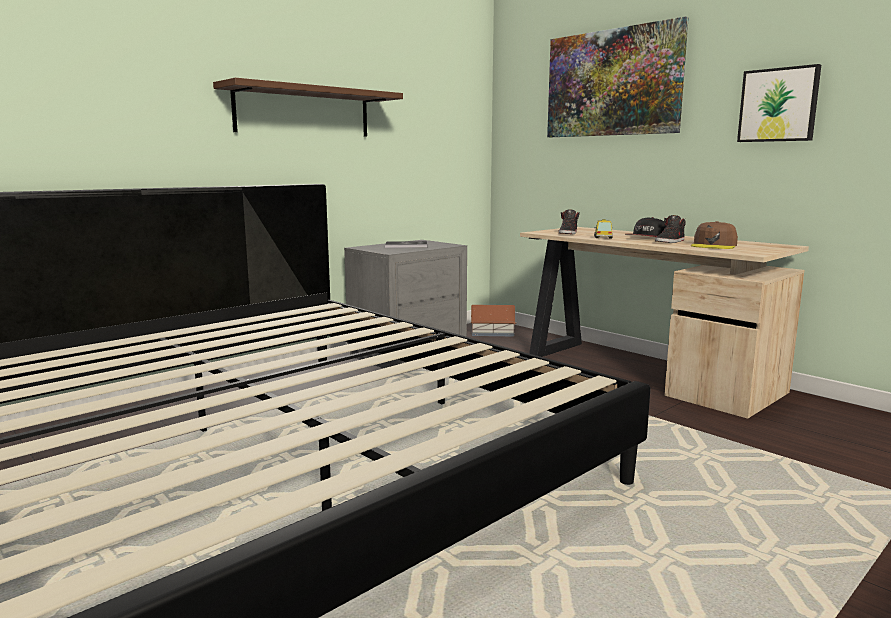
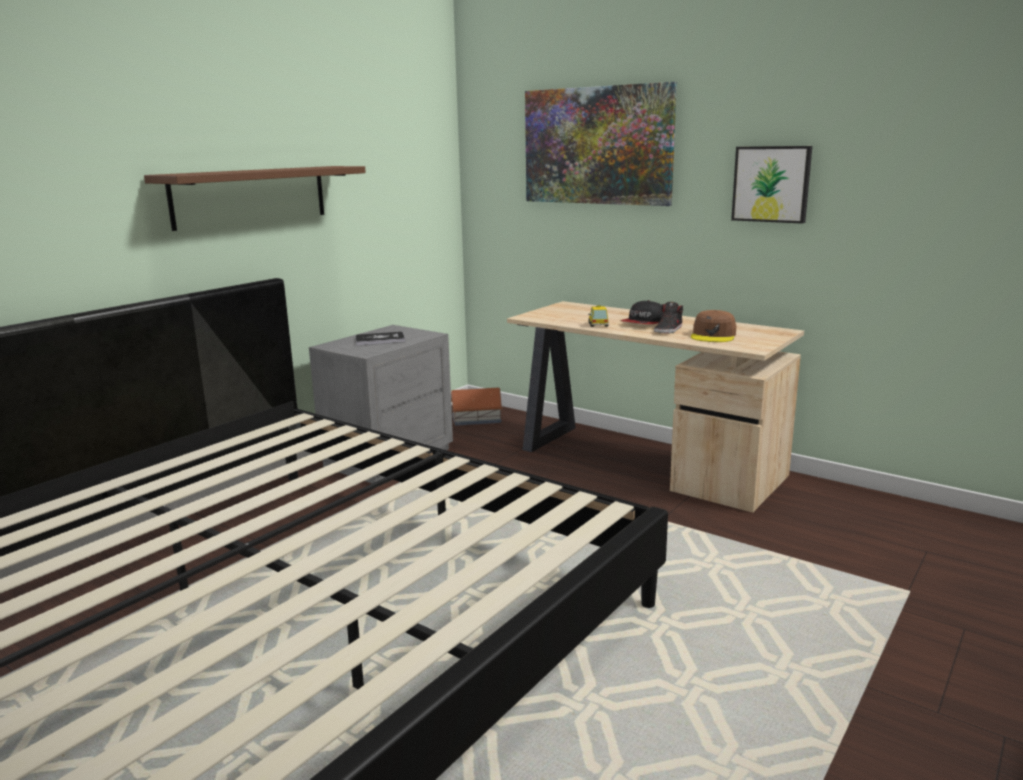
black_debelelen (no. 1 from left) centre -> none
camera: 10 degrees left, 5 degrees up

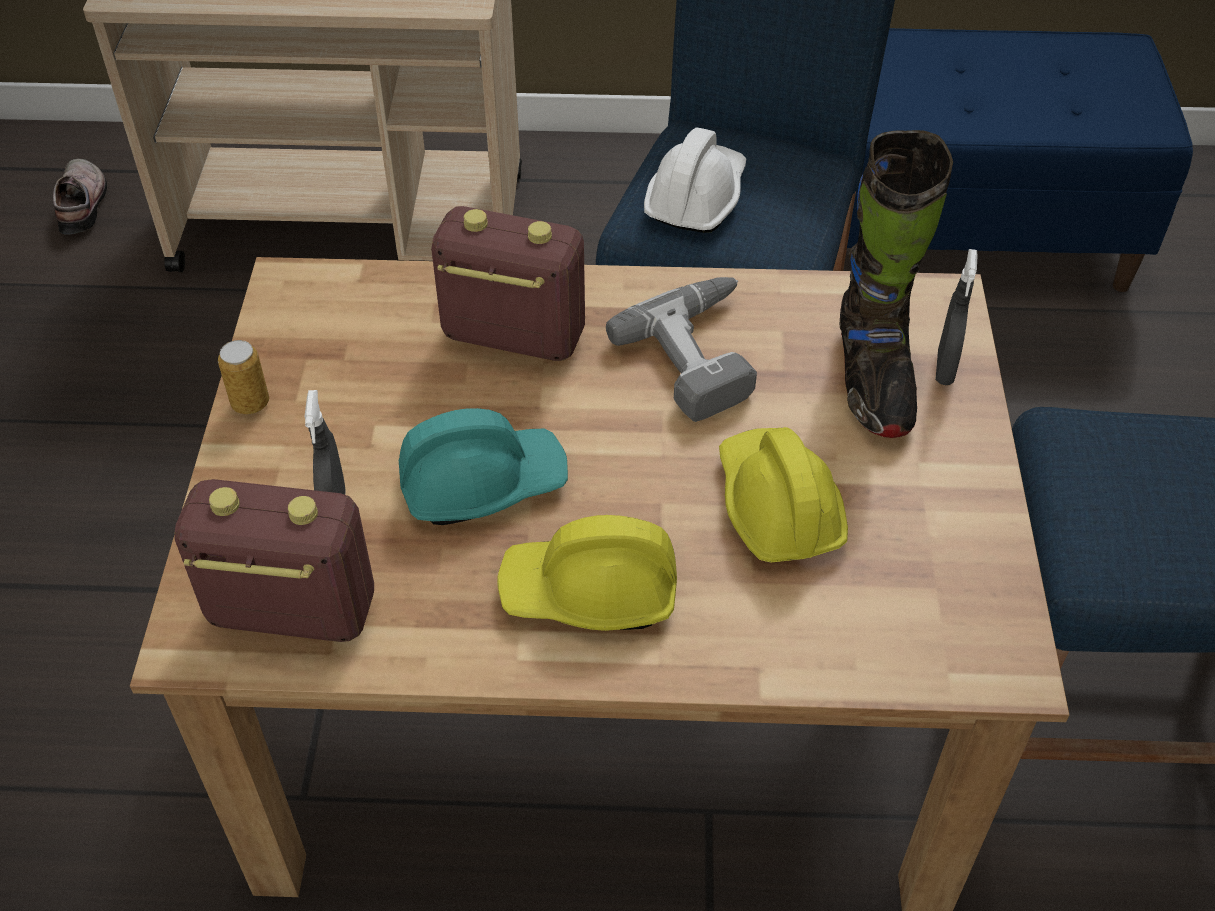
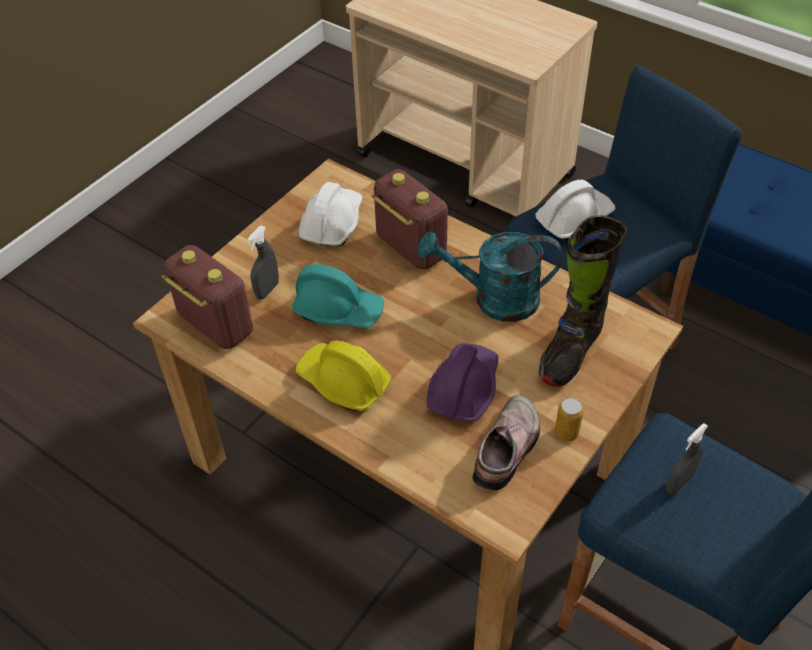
debelelen top left -> debelelen bottom centre, shifted
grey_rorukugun (no. 2 from left) middle right -> grey_rorukugun (no. 2 from left) bottom right, shifted
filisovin centre -> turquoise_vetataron centre
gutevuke middle left -> gutevuke middle right, shifted
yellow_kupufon (no. 2 from left) centre -> purple_kupufon centre
none -> white_kupufon (no. 1 from left) top centre
camera: 35 degrees right, 0 degrees up

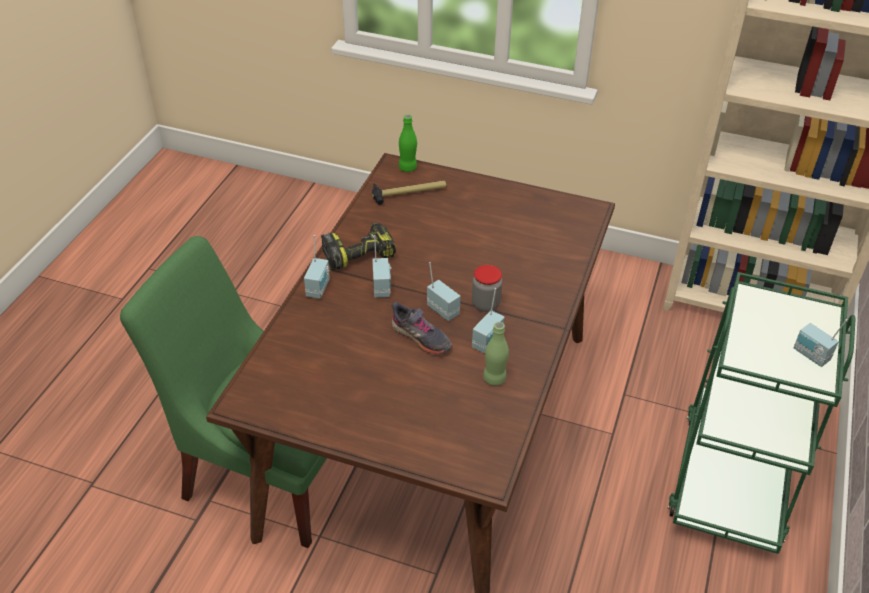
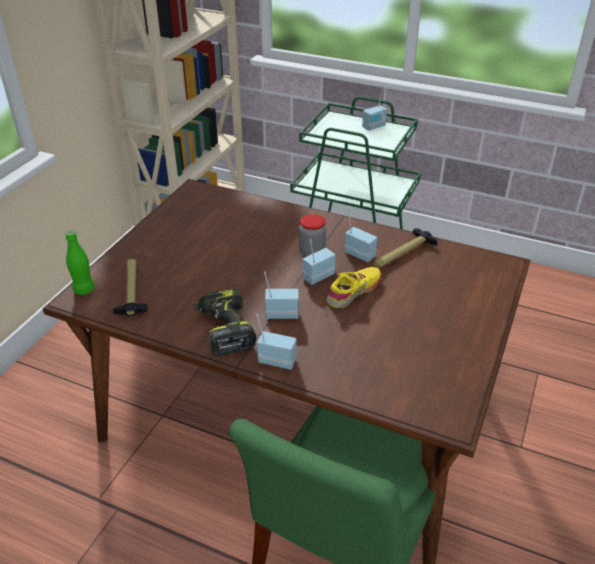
grey_debelelen centre -> yellow_debelelen centre
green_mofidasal (no. 2 from left) centre -> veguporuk (no. 2 from left) middle right
camera: 85 degrees left, 5 degrees down

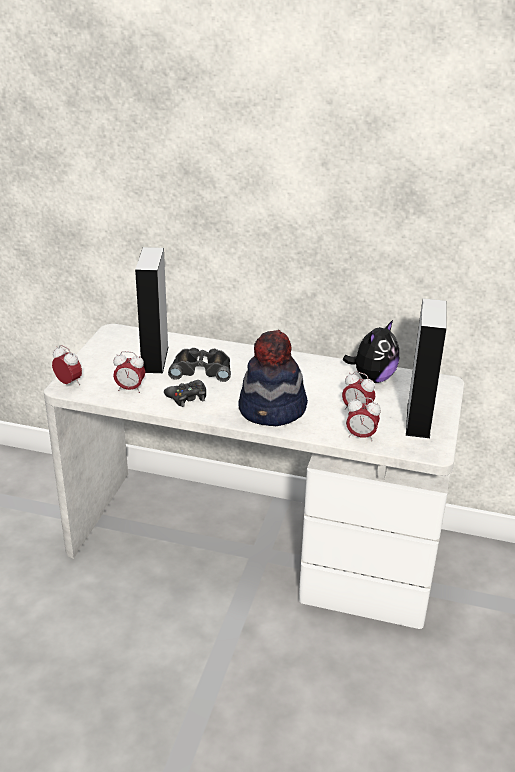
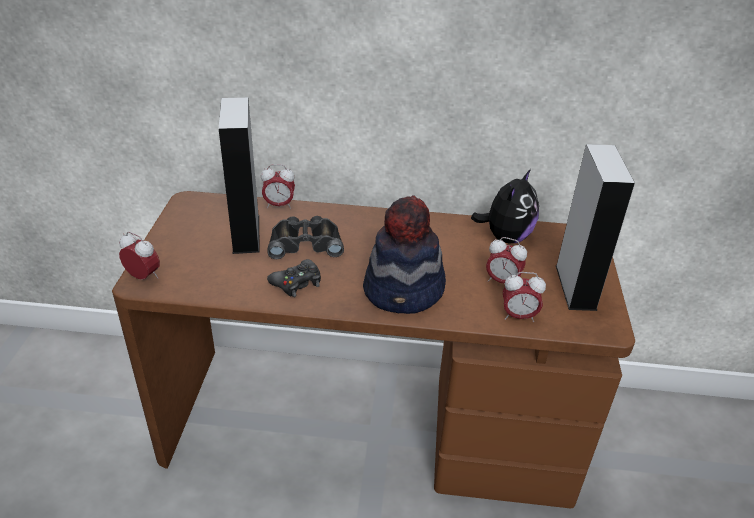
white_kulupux centre -> brown_kulupux bottom centre
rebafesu (no. 2 from left) middle left -> rebafesu (no. 2 from left) centre, shifted
camera: 10 degrees left, 5 degrees up

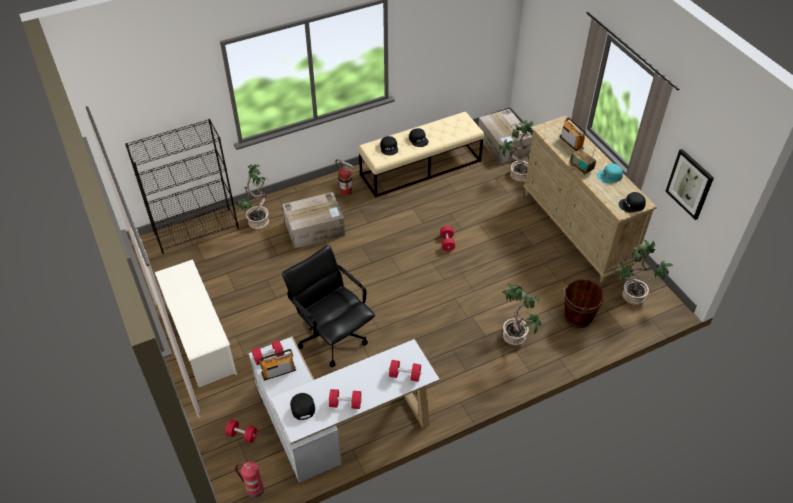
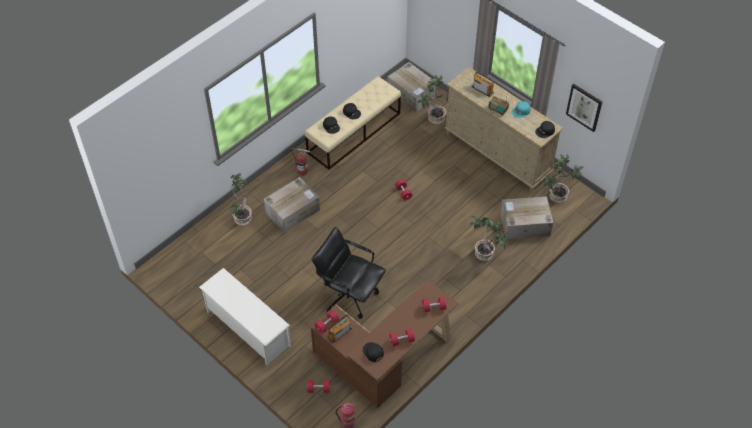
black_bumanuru middle left -> none
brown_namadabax middle right -> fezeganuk (no. 3 from left) middle right
white_kulupux bottom centre -> brown_kulupux bottom centre
camera: 20 degrees left, 5 degrees up

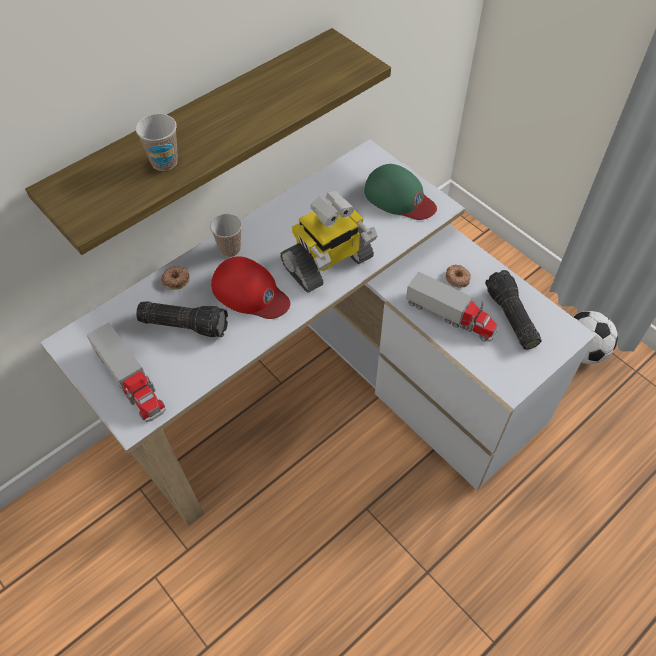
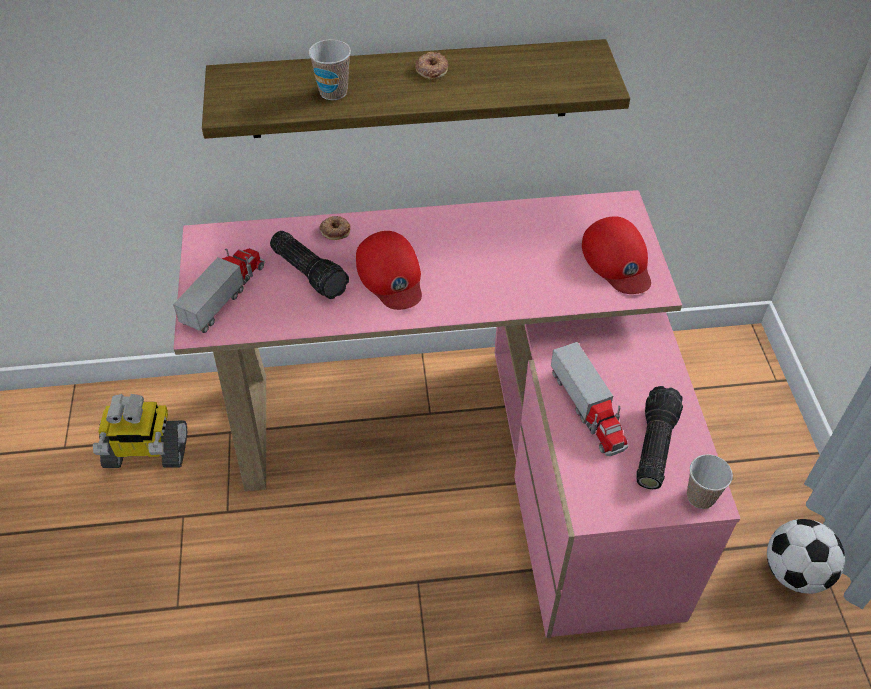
white_kulupux centre -> pink_kulupux centre
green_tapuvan top centre -> red_tapuvan (no. 2 from left) middle right
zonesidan centre -> zonesidan middle left, shifted
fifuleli (no. 2 from left) centre -> fifuleli (no. 2 from left) bottom right, shifted
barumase (no. 2 from left) middle right -> barumase (no. 2 from left) top centre, shifted
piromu (no. 1 from left) middle left, 150 degrees counterclockwise
camera: 35 degrees right, 5 degrees down

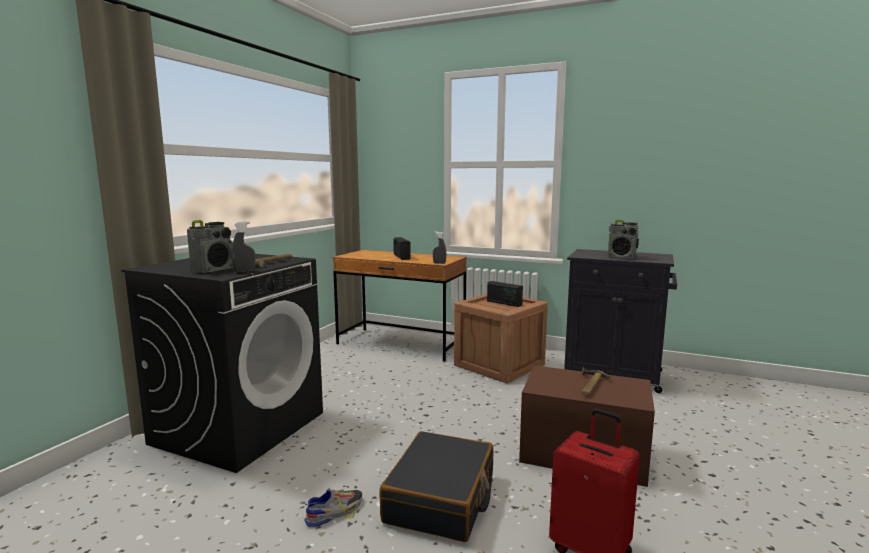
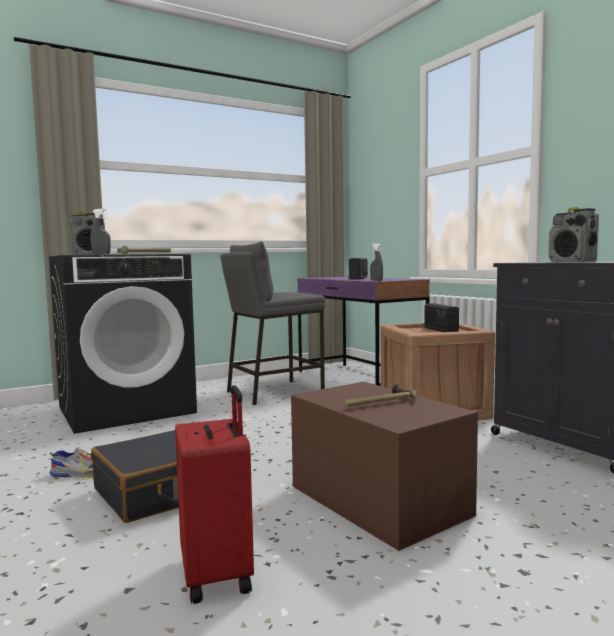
brown_kulupux centre -> purple_kulupux centre
none -> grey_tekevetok centre
camera: 35 degrees right, 5 degrees down

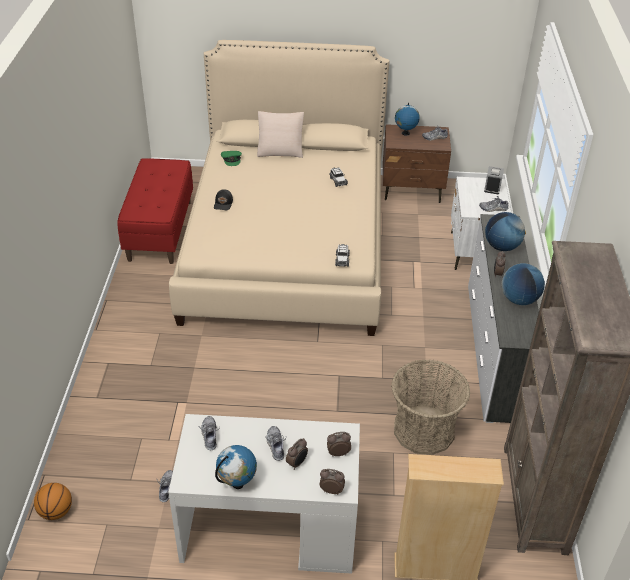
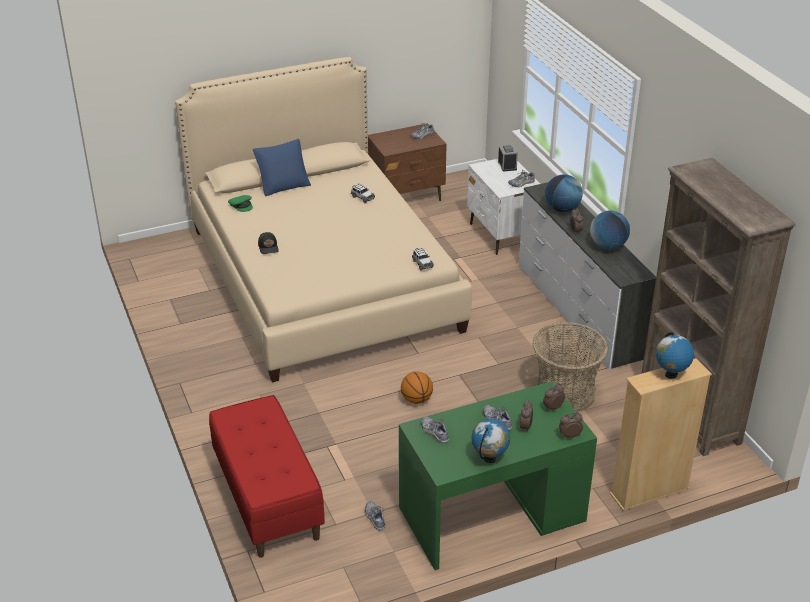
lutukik (no. 2 from left in the first image) top centre -> lutukik (no. 4 from left) middle right, shifted
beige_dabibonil top centre -> blue_dabibonil top centre
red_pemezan middle left -> red_pemezan bottom left, shifted
white_kulupux bottom centre -> green_kulupux bottom centre
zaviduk bottom left -> zaviduk centre, shifted
camera: 25 degrees left, 5 degrees down

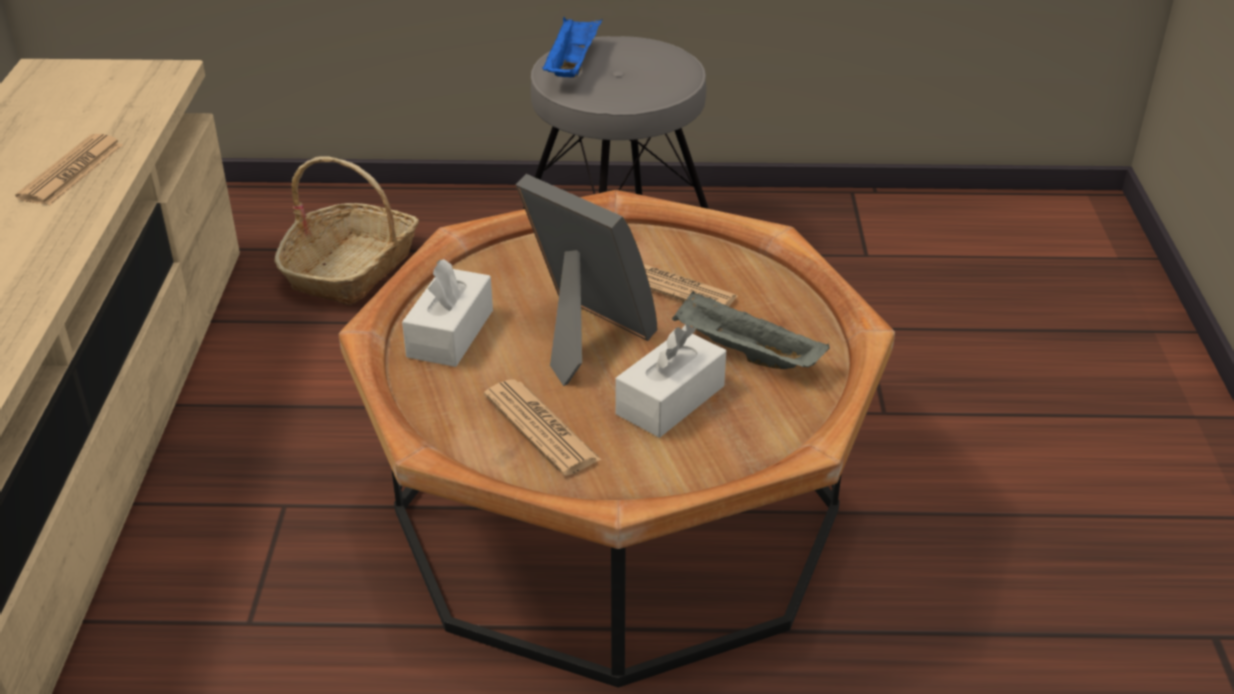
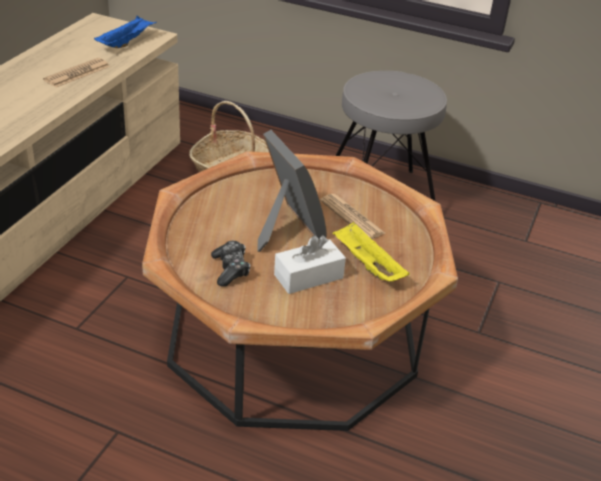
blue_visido top centre -> blue_visido top left, shifted
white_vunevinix (no. 1 from left) centre -> none
grey_visido centre -> yellow_visido centre
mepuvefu (no. 2 from left) centre -> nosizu centre
camera: 20 degrees right, 0 degrees up

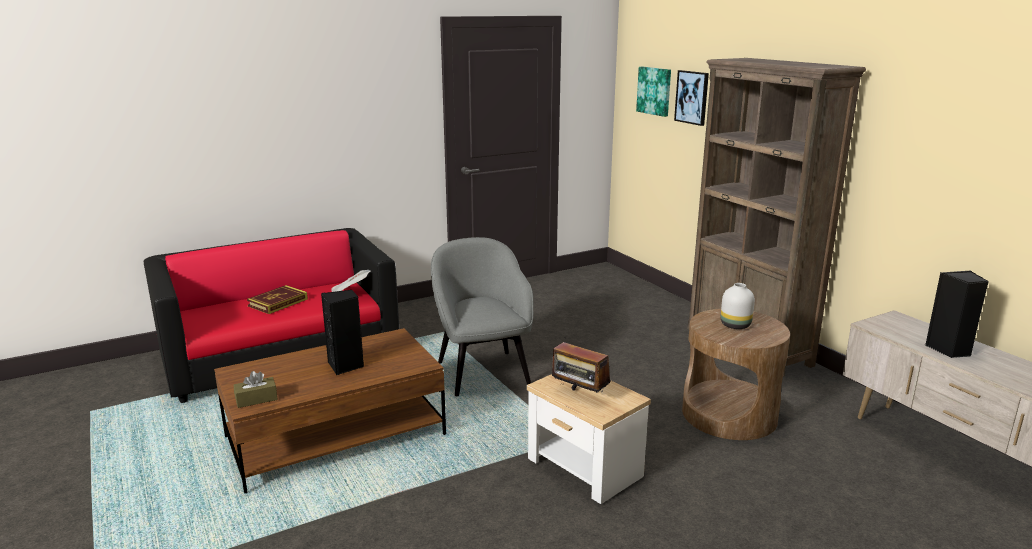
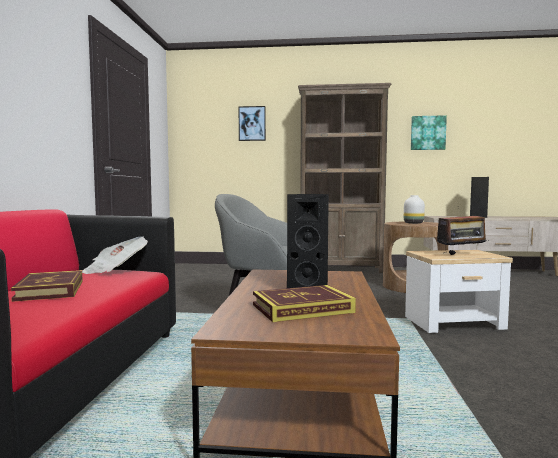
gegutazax (no. 1 from left in the first image) top centre -> gegutazax (no. 2 from left) top right, shifted
brown_vunevinix bottom left -> none
none -> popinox (no. 2 from left) centre
camera: 55 degrees left, 15 degrees down

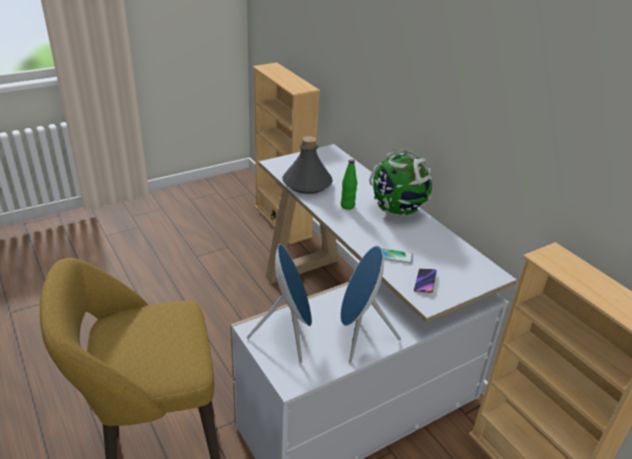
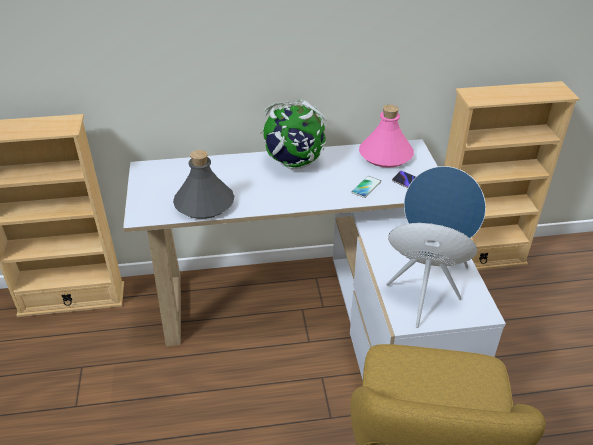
green_mofidasal centre -> none
none -> pink_mofidasal top centre
camera: 65 degrees left, 5 degrees up

